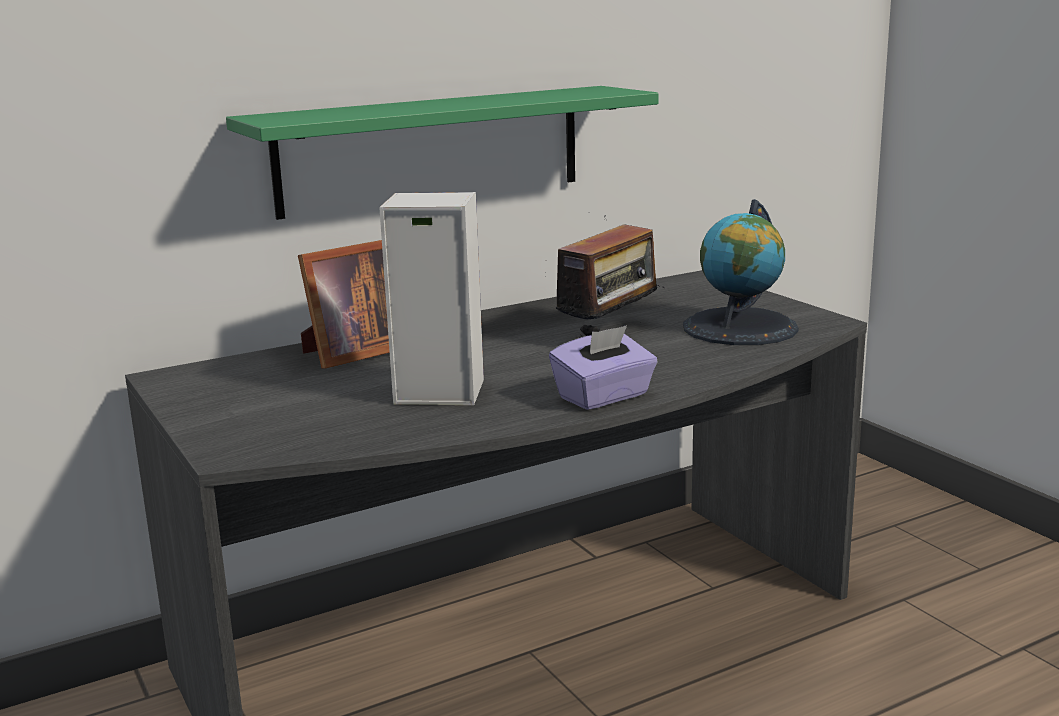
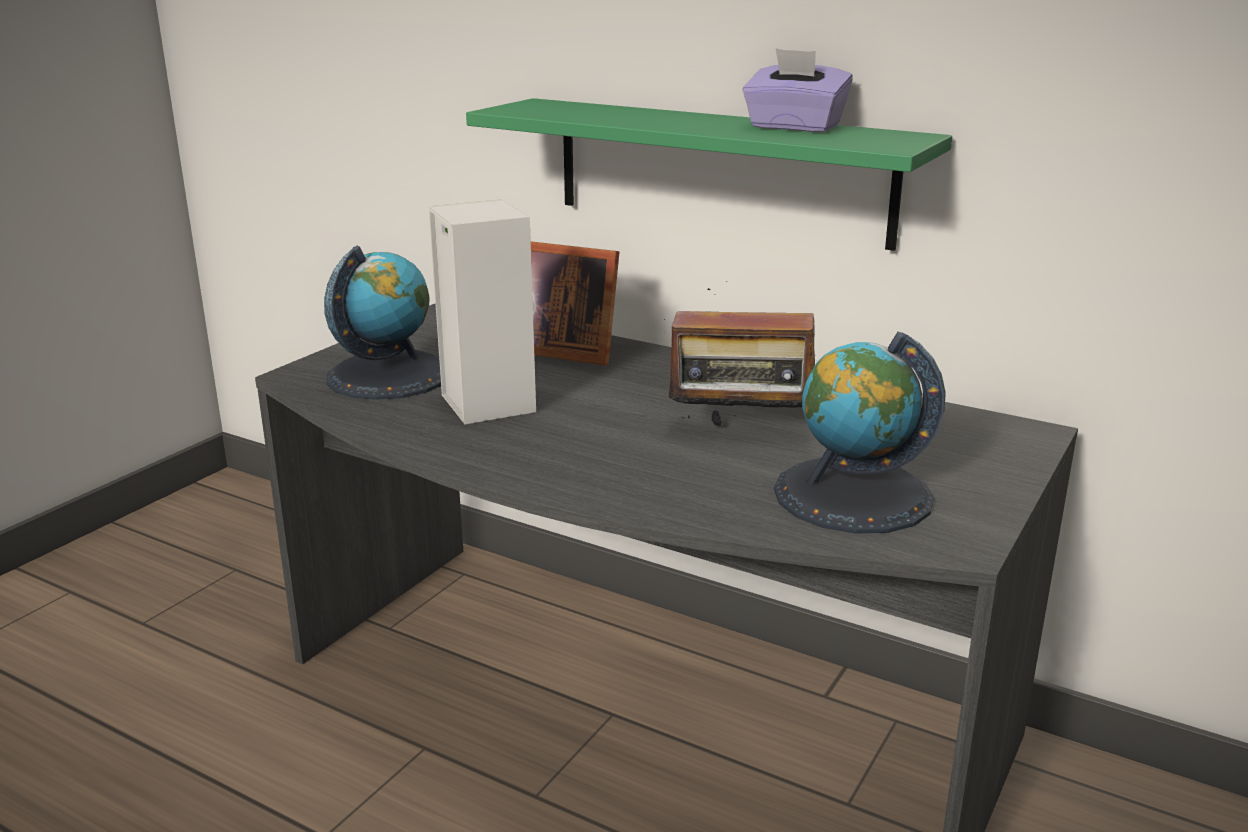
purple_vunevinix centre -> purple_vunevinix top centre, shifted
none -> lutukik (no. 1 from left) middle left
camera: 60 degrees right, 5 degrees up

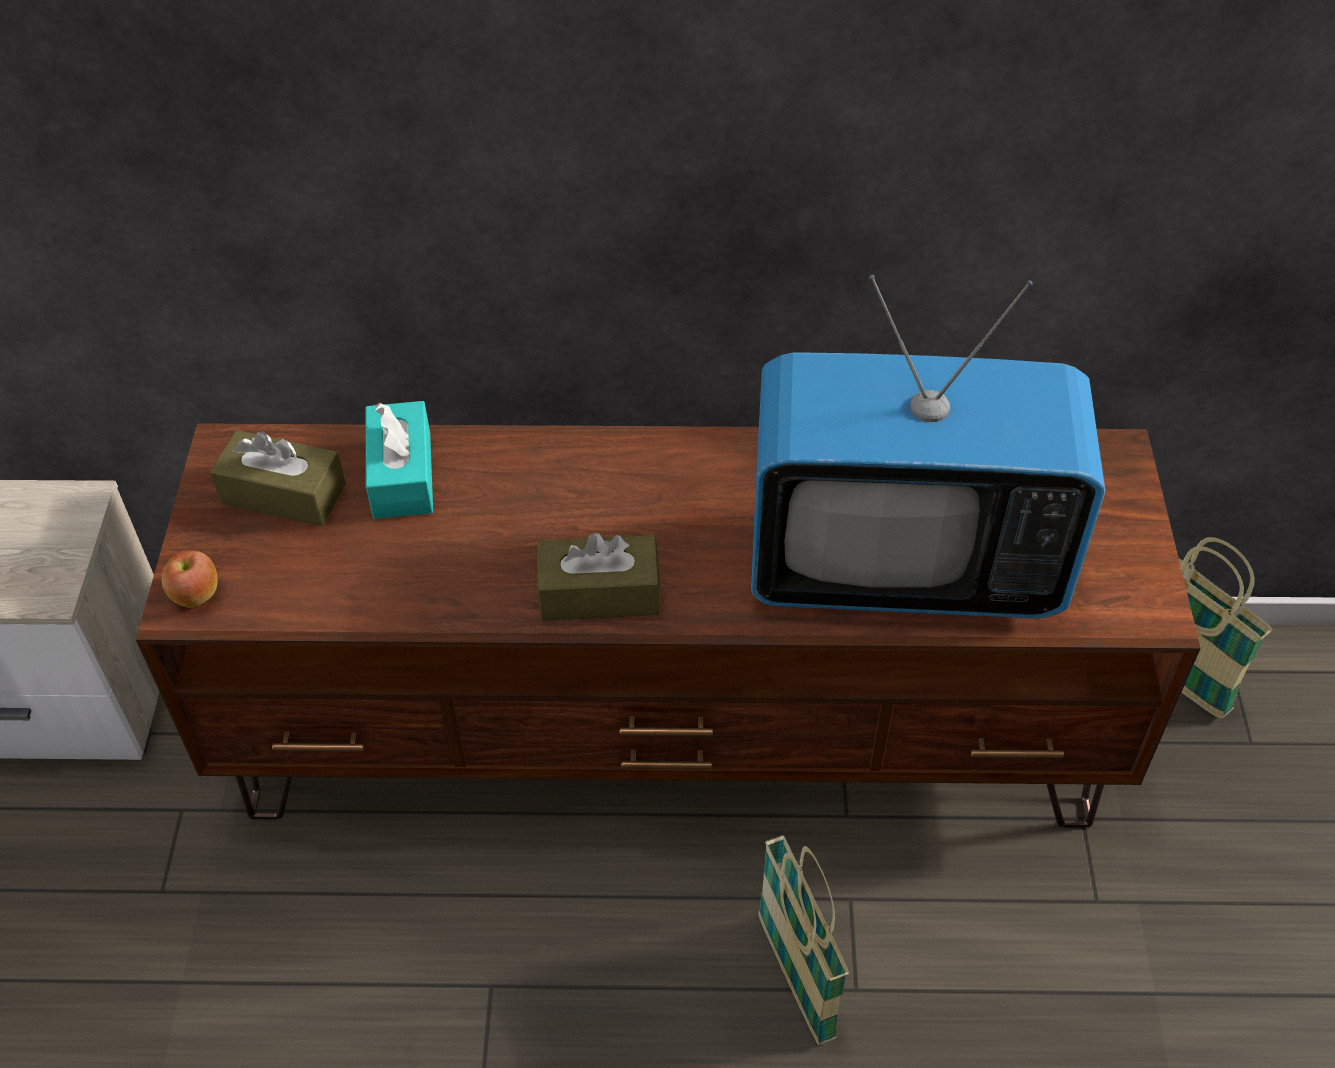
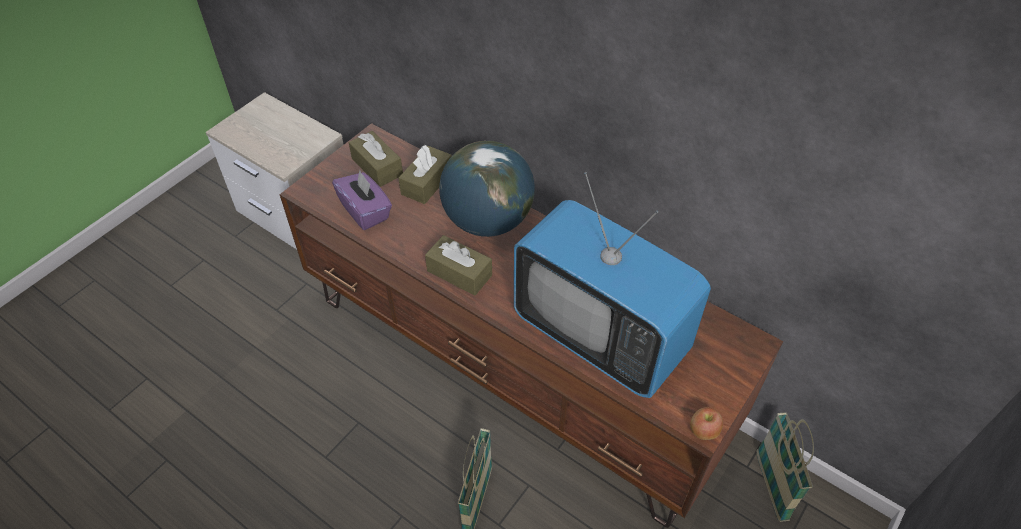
turquoise_vunevinix middle left -> brown_vunevinix (no. 2 from left) top centre
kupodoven middle left -> kupodoven bottom right, shifted
none -> lutukik centre
none -> purple_vunevinix centre
camera: 35 degrees right, 0 degrees up

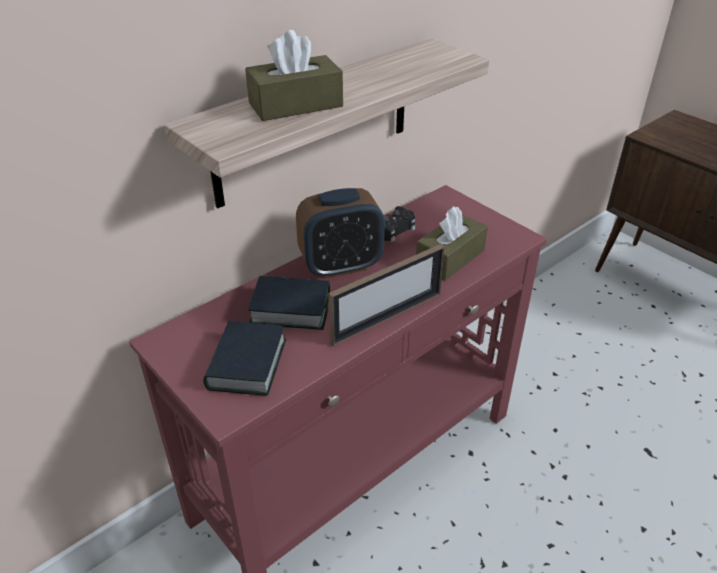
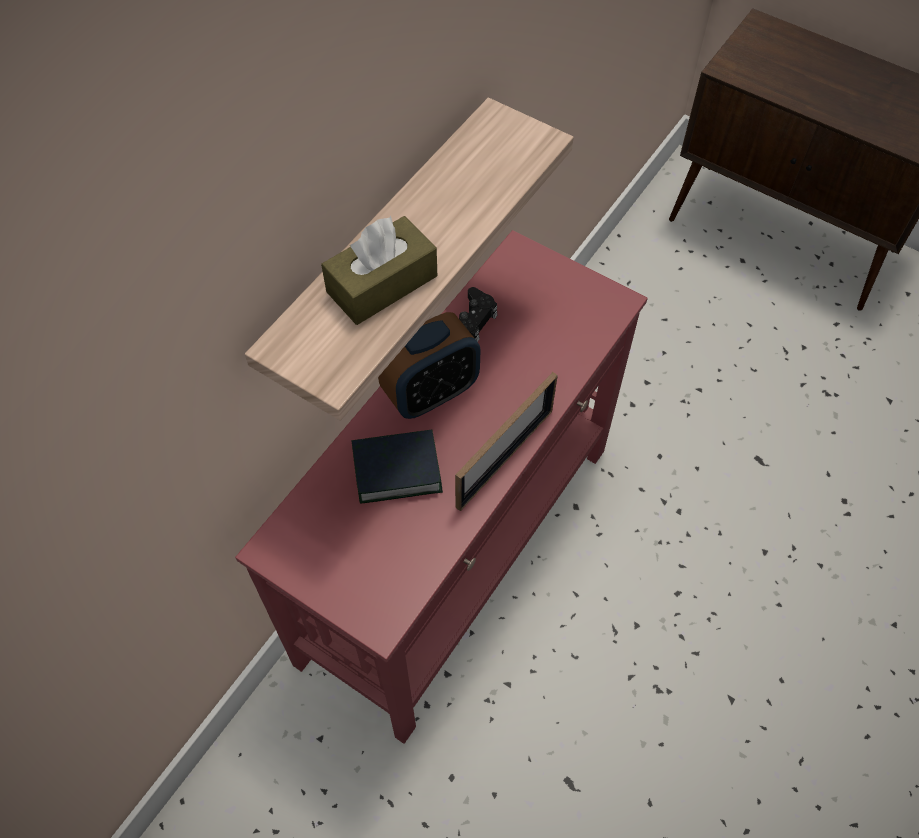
brown_vunevinix (no. 2 from left) centre -> none
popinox (no. 1 from left) centre -> none
camera: 15 degrees left, 20 degrees up

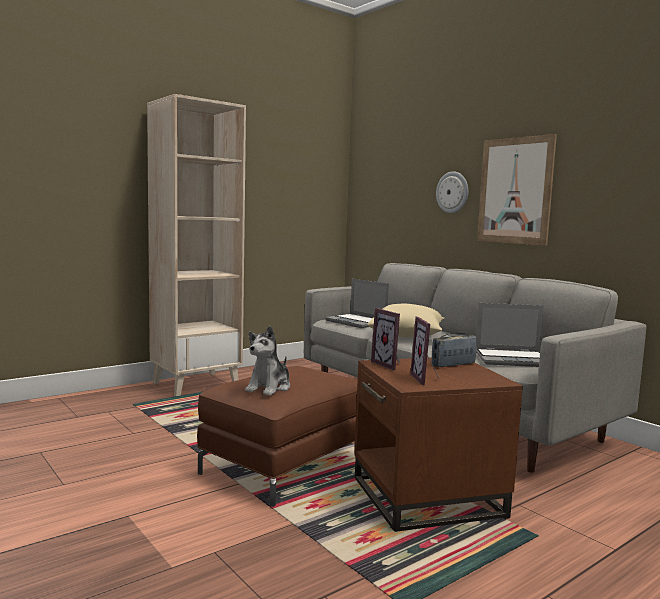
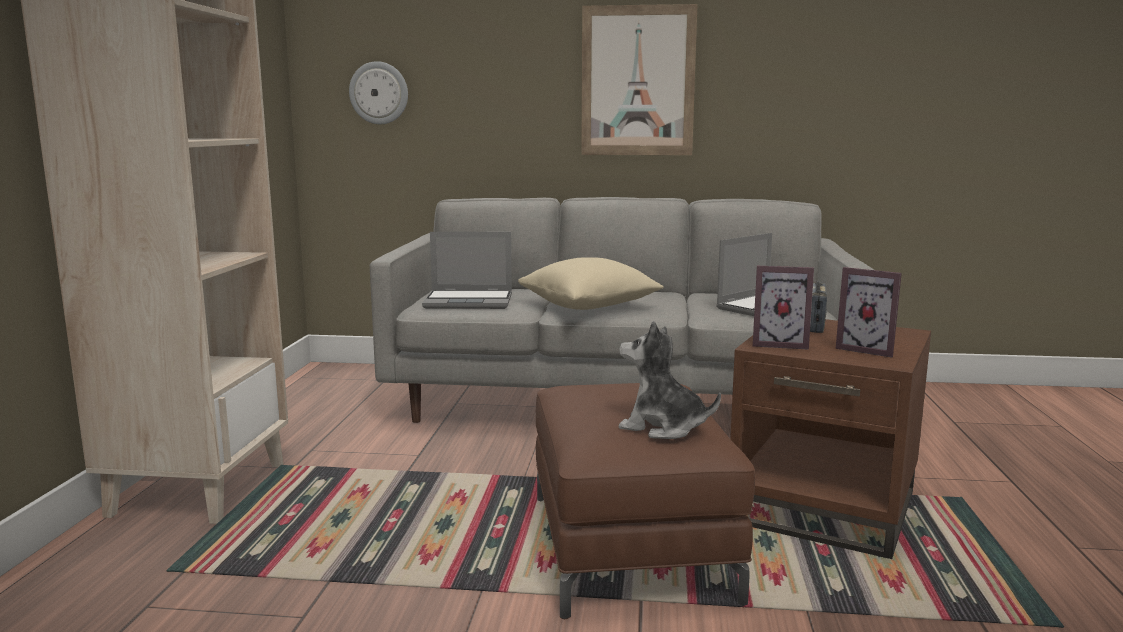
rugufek top right -> rugufek top centre, shifted
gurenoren centre, 135 degrees clockwise
camera: 45 degrees left, 5 degrees up

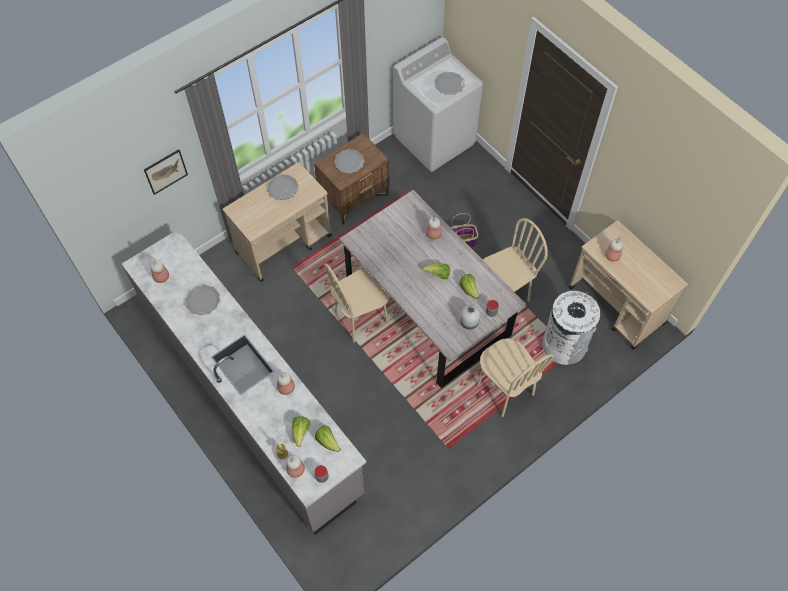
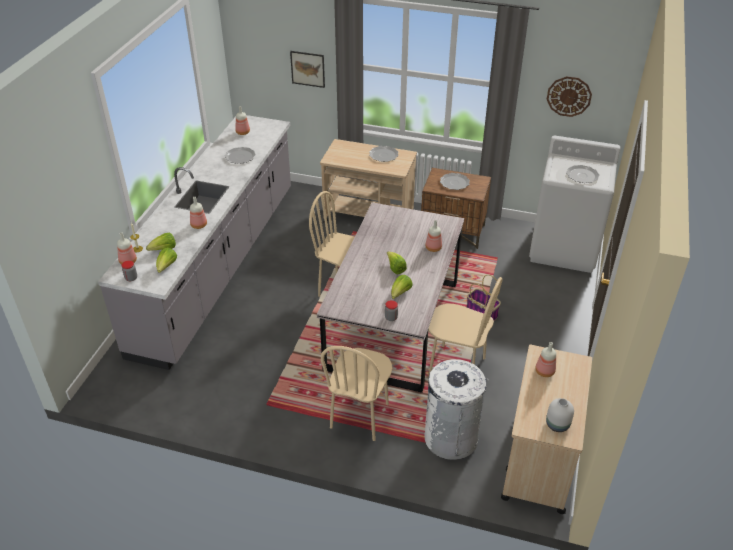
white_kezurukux centre -> white_kezurukux bottom right, shifted
none -> rugufek top right
camera: 55 degrees right, 20 degrees down

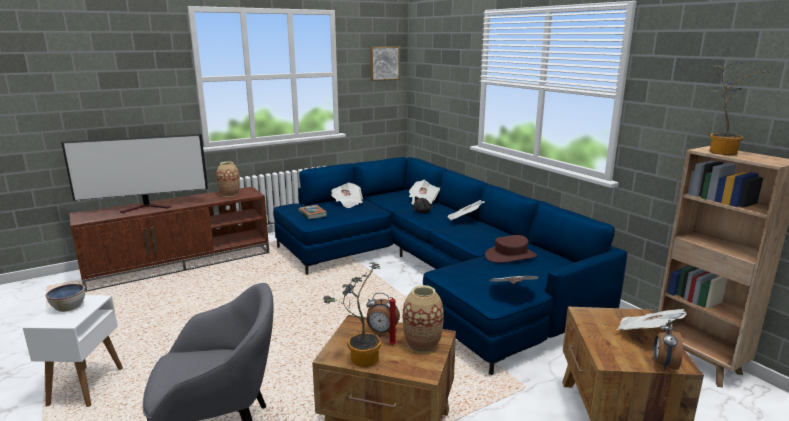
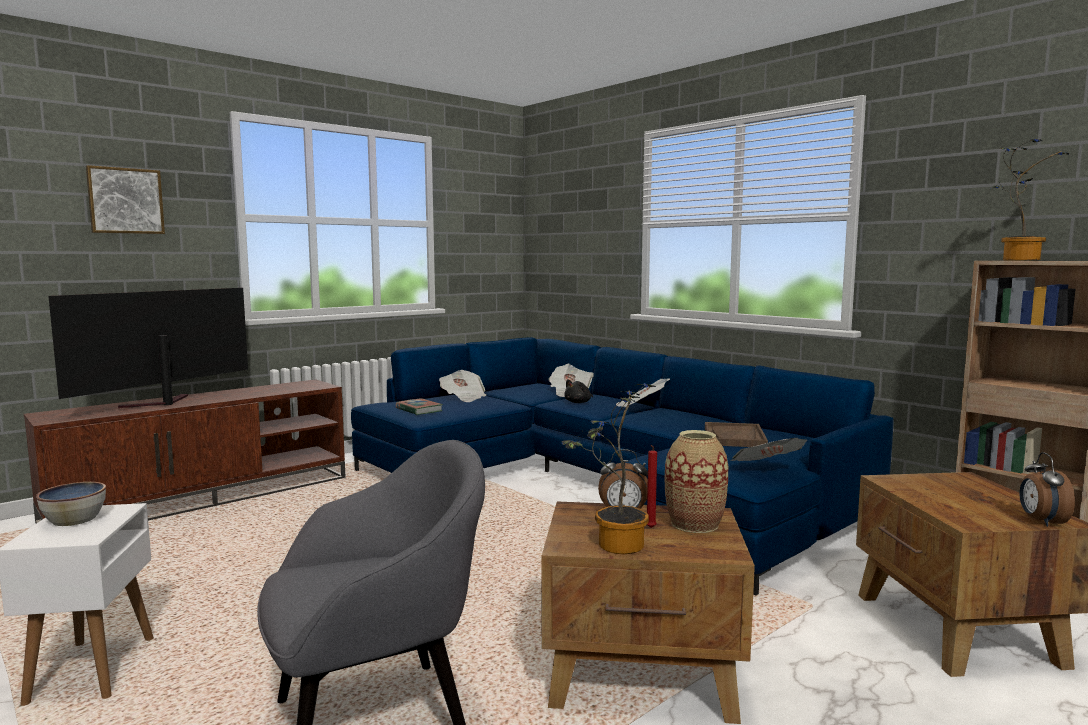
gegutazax top centre -> gegutazax top left, shifted
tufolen middle left, 150 degrees clockwise
kezurukux (no. 1 from left) middle left -> none
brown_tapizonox centre -> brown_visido middle right
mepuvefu (no. 5 from left) bottom right -> none
camera: 10 degrees left, 10 degrees down

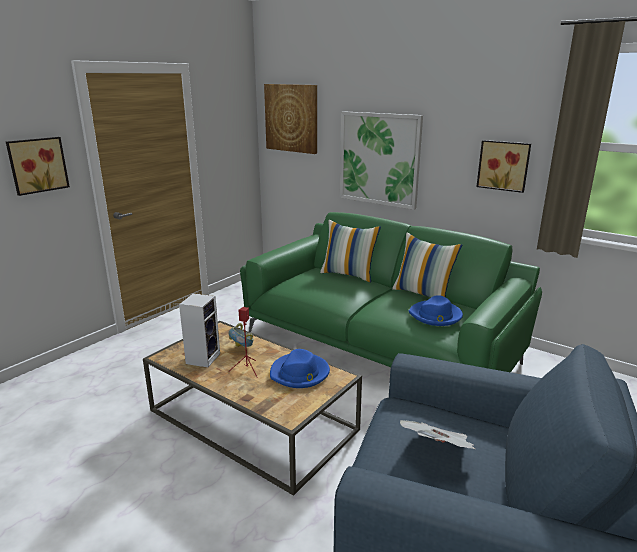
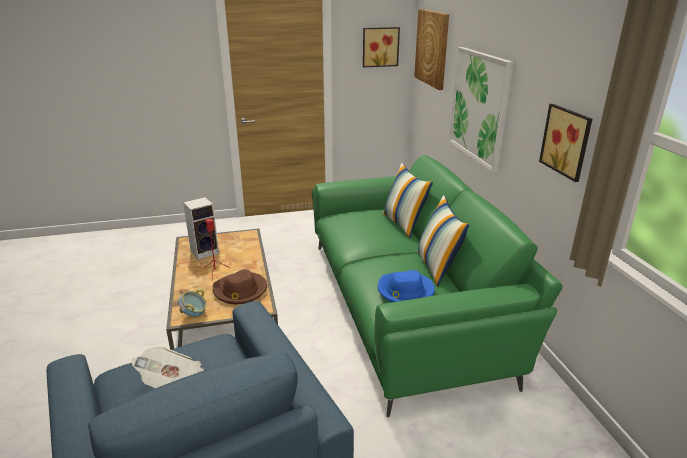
gegutazax (no. 1 from left) top left -> gegutazax (no. 1 from left) top centre, shifted
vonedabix centre -> vonedabix middle left, shifted
blue_tapizonox (no. 1 from left) bottom centre -> brown_tapizonox centre
camera: 40 degrees right, 5 degrees up

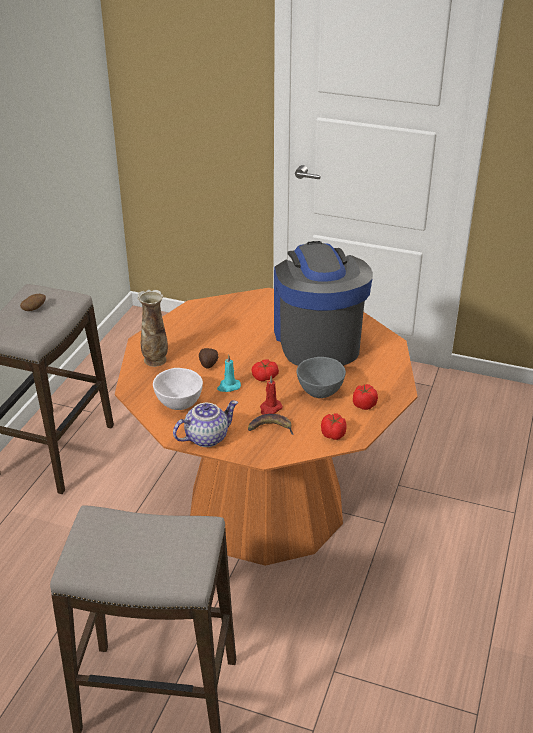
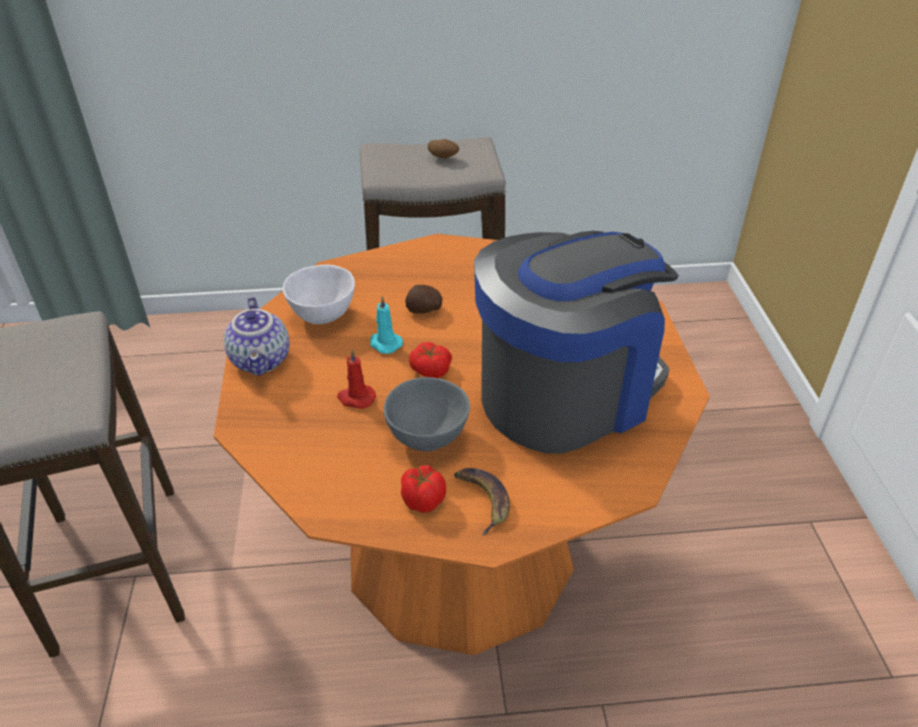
kezurukux middle left -> none
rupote centre -> rupote middle left, 45 degrees clockwise
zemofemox (no. 2 from left) centre -> none
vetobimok centre -> vetobimok bottom centre, shifted
camera: 65 degrees right, 5 degrees up

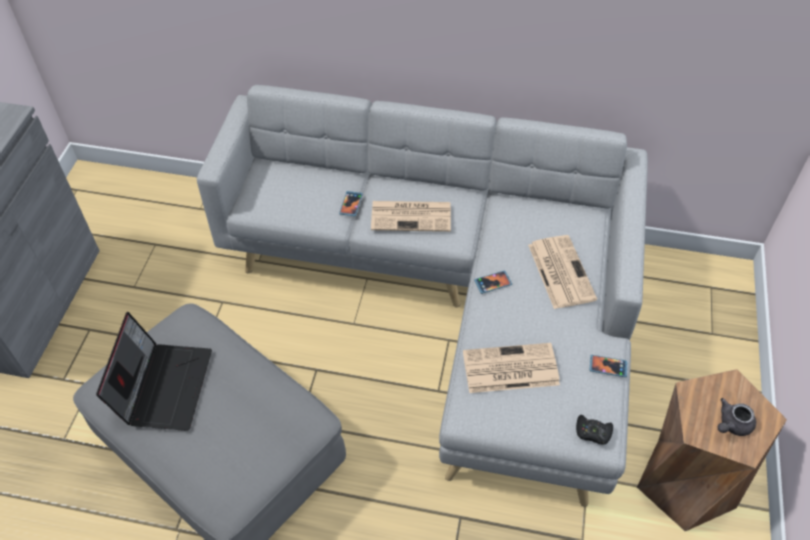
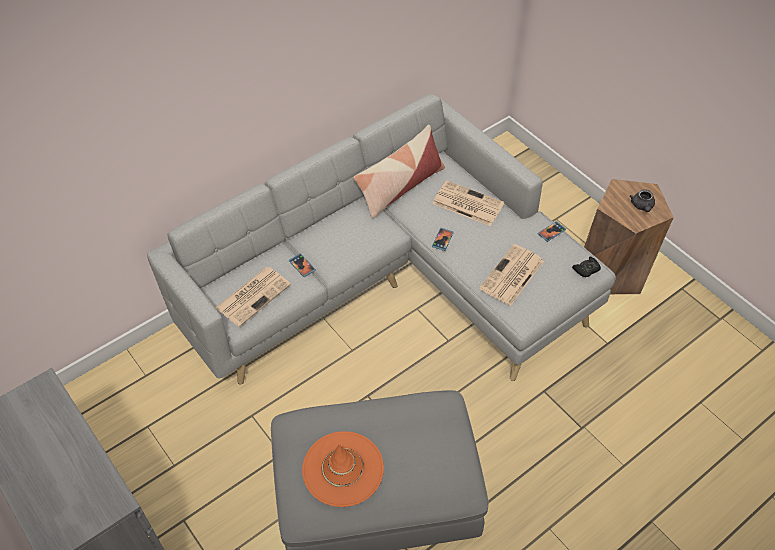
mepuvefu (no. 1 from left) centre -> mepuvefu (no. 1 from left) middle left, shifted
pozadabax bottom left -> orange_tapizonox bottom centre
none -> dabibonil top centre
camera: 50 degrees left, 0 degrees up

